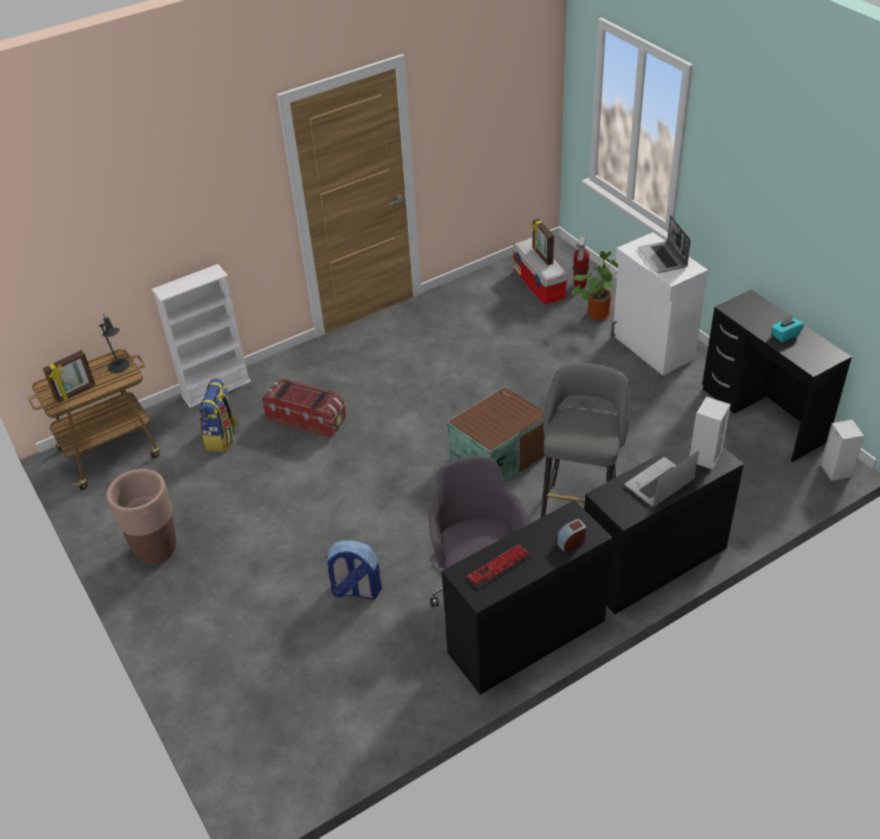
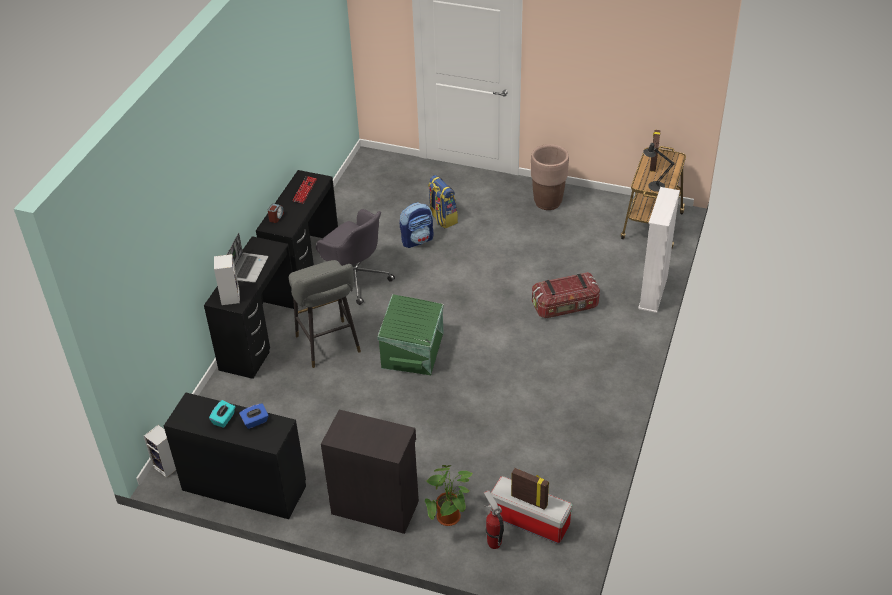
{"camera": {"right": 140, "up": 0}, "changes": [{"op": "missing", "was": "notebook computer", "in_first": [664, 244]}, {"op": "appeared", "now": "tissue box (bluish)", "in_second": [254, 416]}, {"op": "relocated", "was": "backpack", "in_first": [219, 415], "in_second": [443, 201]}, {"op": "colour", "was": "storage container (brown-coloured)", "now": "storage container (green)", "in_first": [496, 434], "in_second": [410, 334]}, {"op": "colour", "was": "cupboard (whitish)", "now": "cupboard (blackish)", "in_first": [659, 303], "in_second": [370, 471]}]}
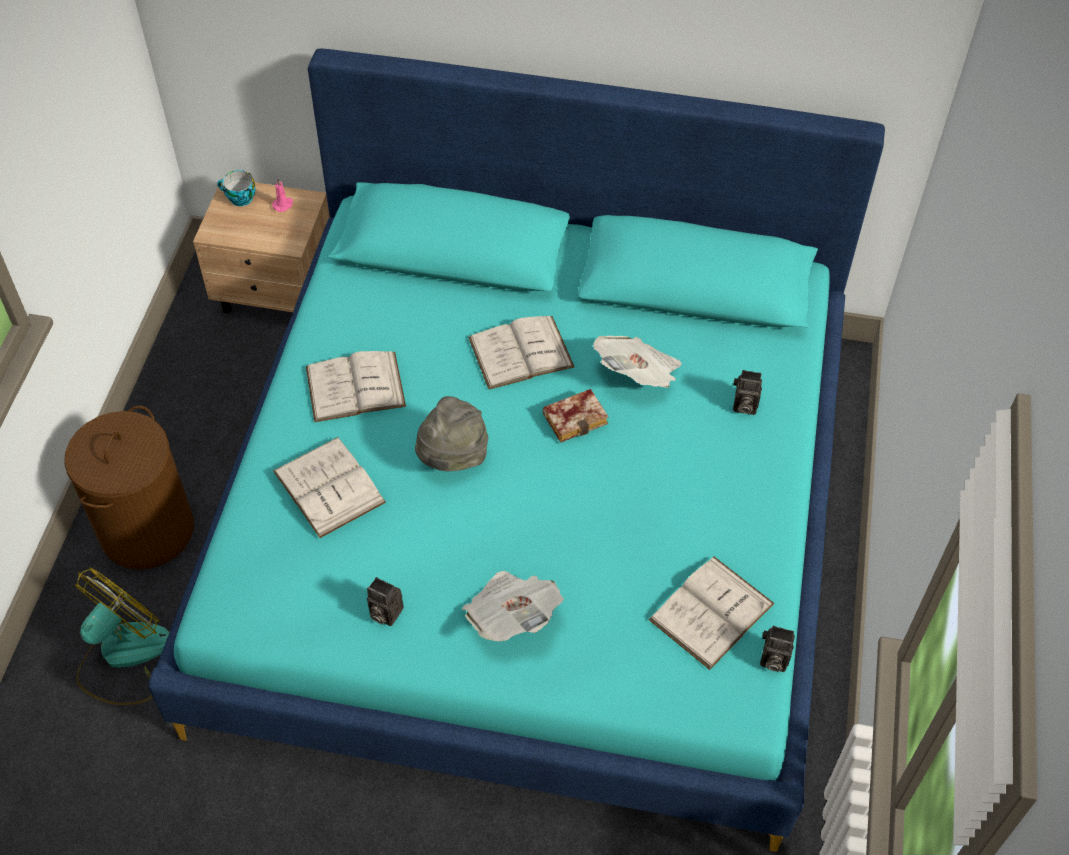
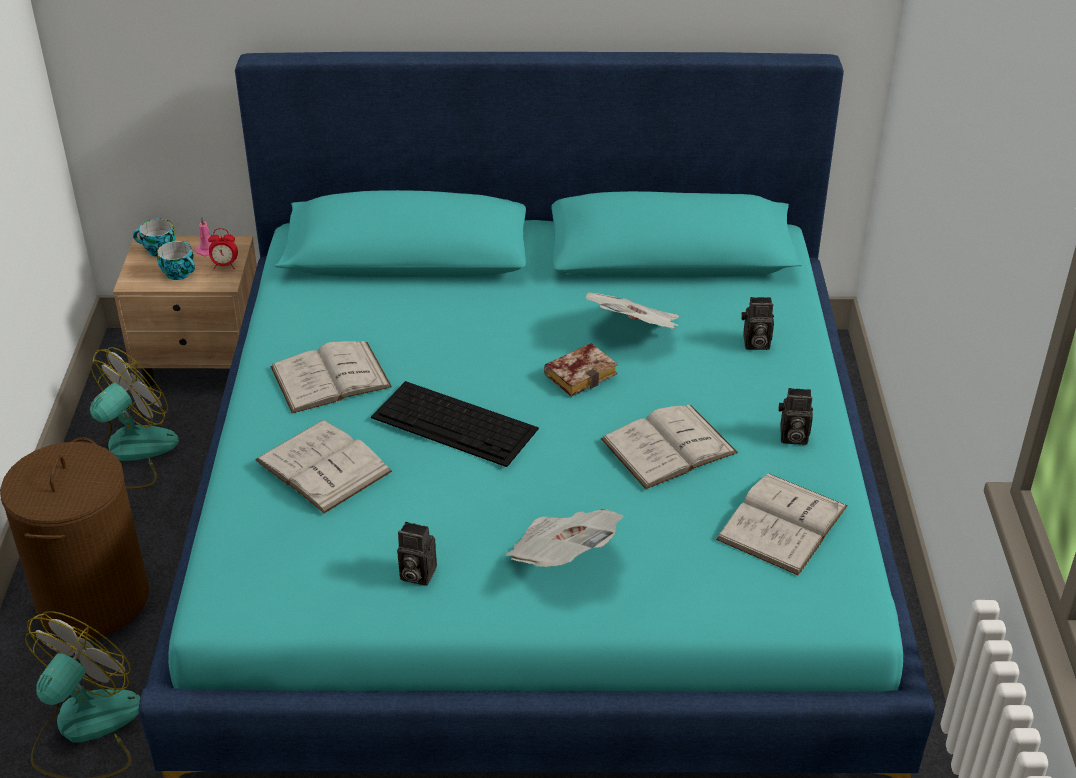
{"camera": {"right": -10, "up": -15}, "changes": [{"op": "appeared", "now": "electric fan", "in_second": [134, 418]}, {"op": "appeared", "now": "small cup", "in_second": [176, 260]}, {"op": "appeared", "now": "bedside clock", "in_second": [223, 248]}, {"op": "relocated", "was": "bound book (whitish)", "in_first": [521, 352], "in_second": [669, 446]}, {"op": "relocated", "was": "photo camera", "in_first": [777, 649], "in_second": [795, 416]}, {"op": "exchanged", "was": "clothing hat (grey)", "now": "computer keyboard", "in_first": [451, 433], "in_second": [455, 424]}]}
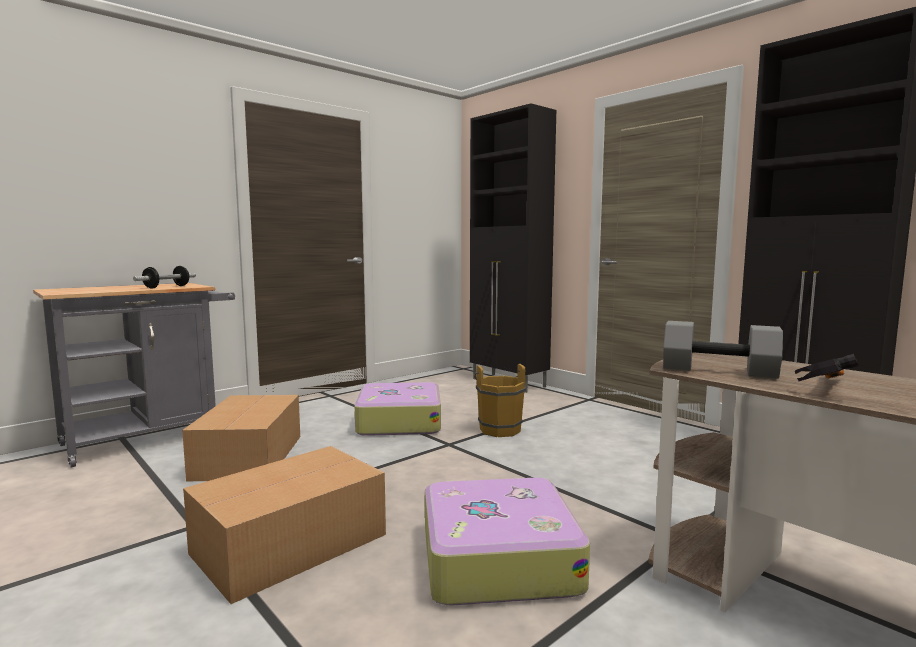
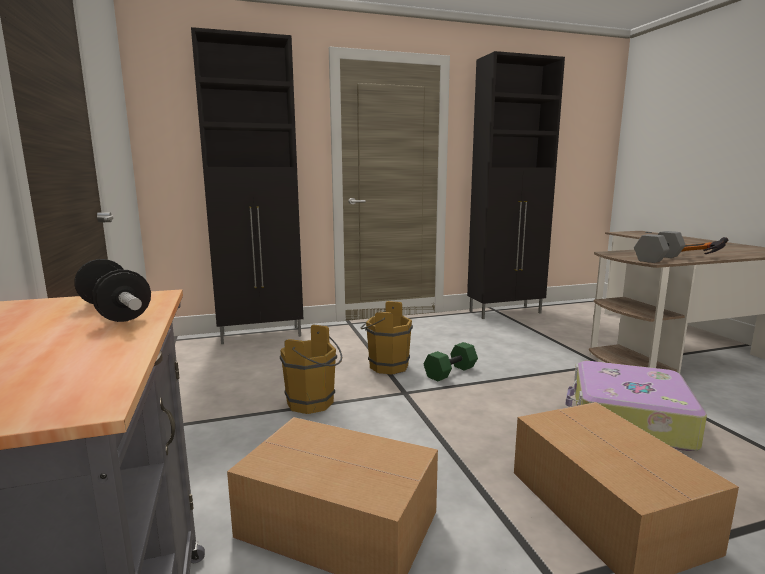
{"camera": {"right": -65, "up": 5}, "changes": [{"op": "appeared", "now": "hand weight (green)", "in_second": [451, 361]}, {"op": "exchanged", "was": "travel case", "now": "bucket (brown-coloured)", "in_first": [398, 409], "in_second": [311, 369]}]}
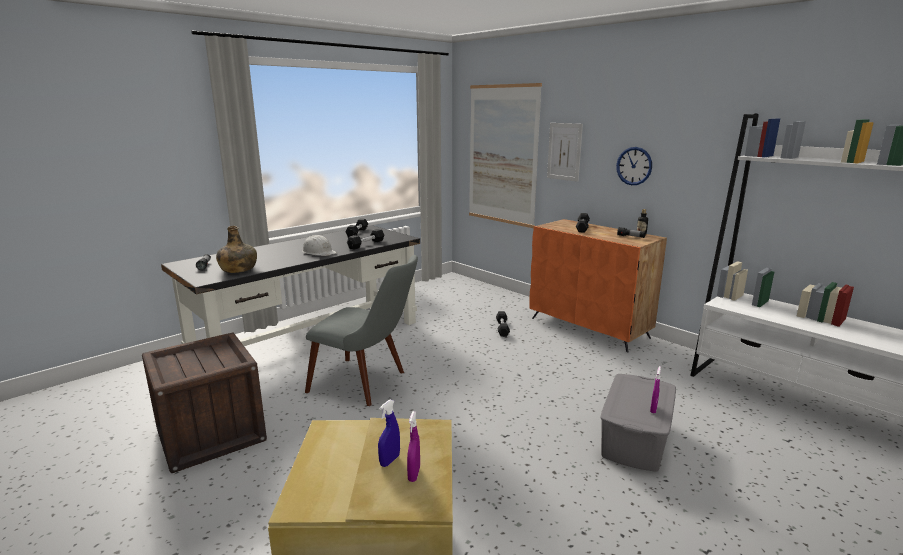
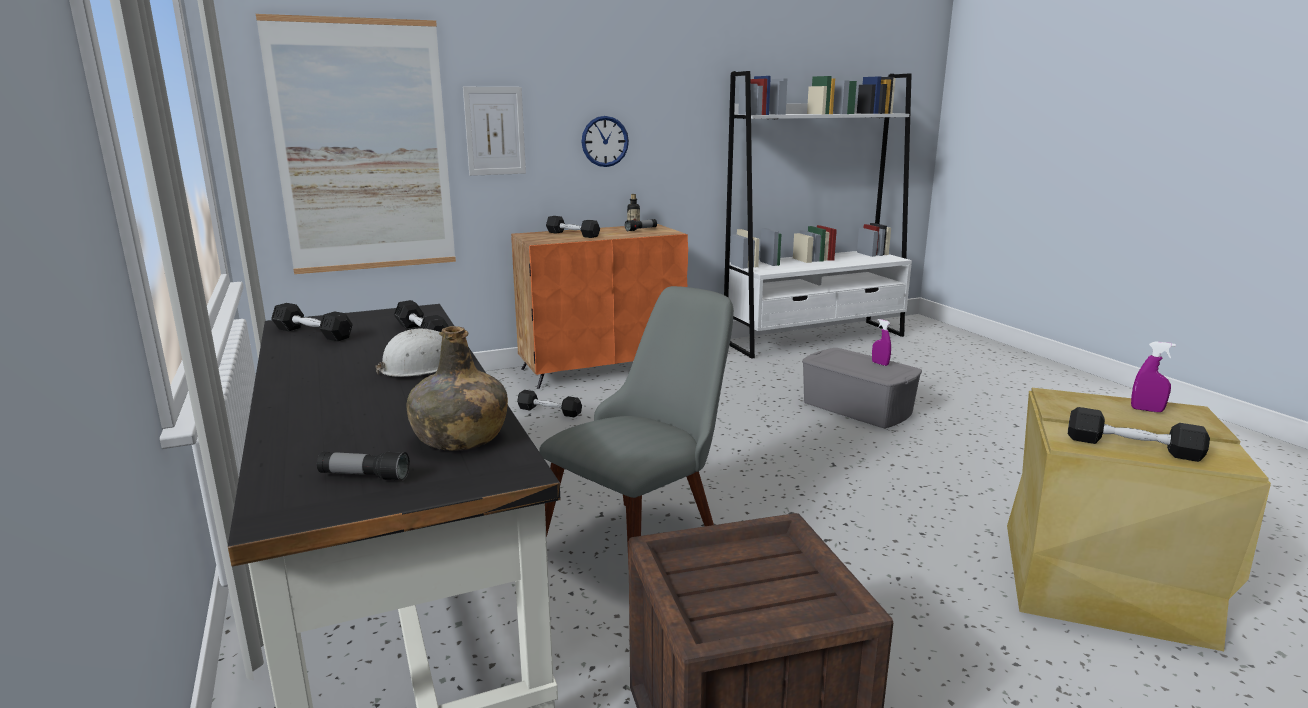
{"camera": {"right": -70, "up": 0}, "changes": [{"op": "missing", "was": "sprayer (bluish)", "in_first": [389, 433]}, {"op": "appeared", "now": "hand weight (blackish)", "in_second": [1139, 434]}]}
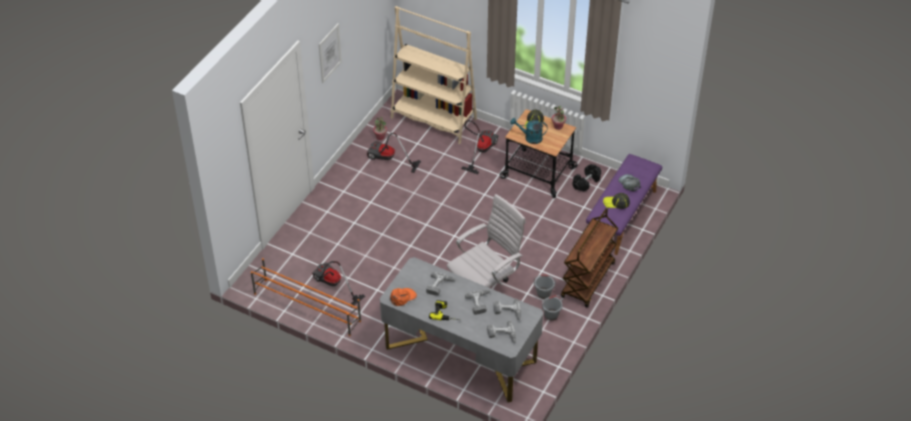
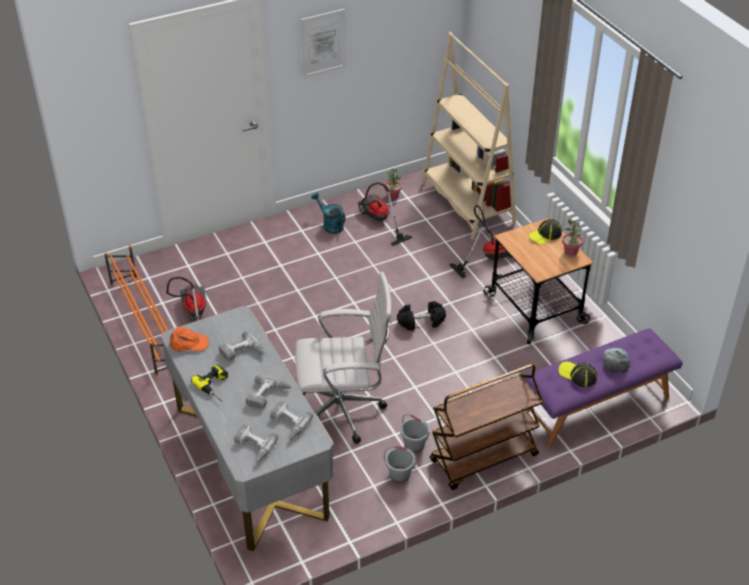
{"camera": {"right": 35, "up": -5}, "changes": [{"op": "relocated", "was": "watering can (turquoise)", "in_first": [529, 131], "in_second": [328, 213]}, {"op": "relocated", "was": "hand weight (blackish)", "in_first": [587, 177], "in_second": [421, 316]}]}
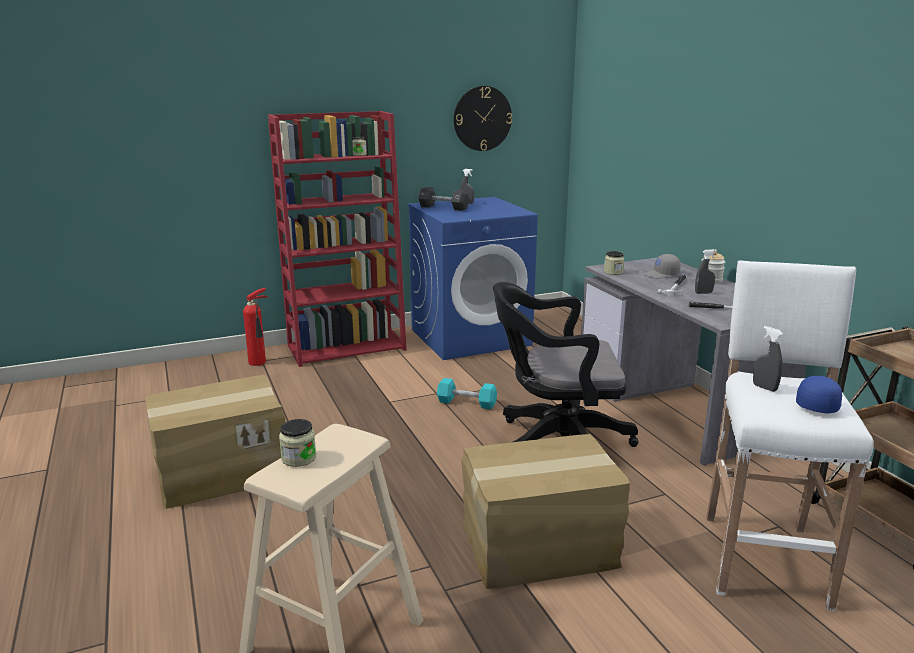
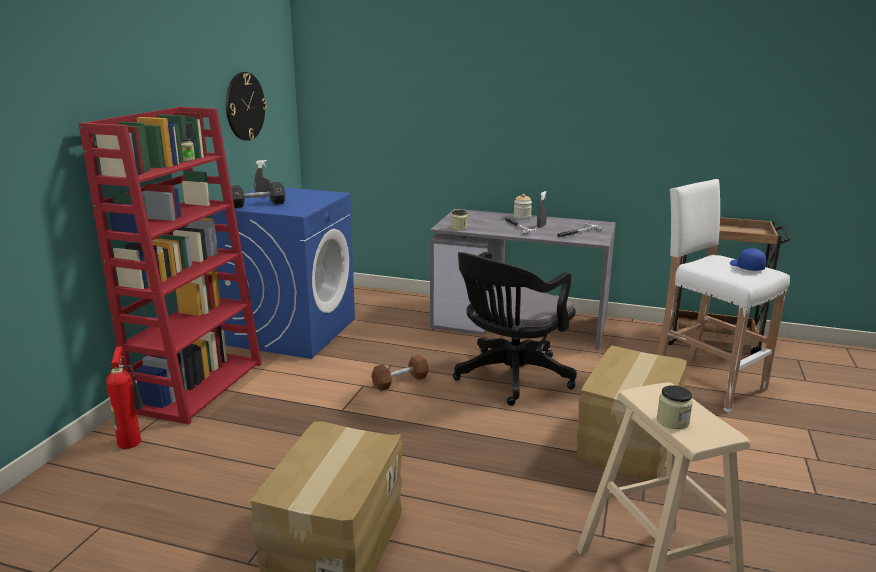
{"camera": {"right": -50, "up": 0}, "changes": [{"op": "missing", "was": "peaked cap (grey)", "in_first": [662, 266]}, {"op": "missing", "was": "sprayer (grey)", "in_first": [768, 359]}, {"op": "colour", "was": "hand weight (turquoise)", "now": "hand weight (brown-coloured)", "in_first": [467, 394], "in_second": [400, 373]}]}
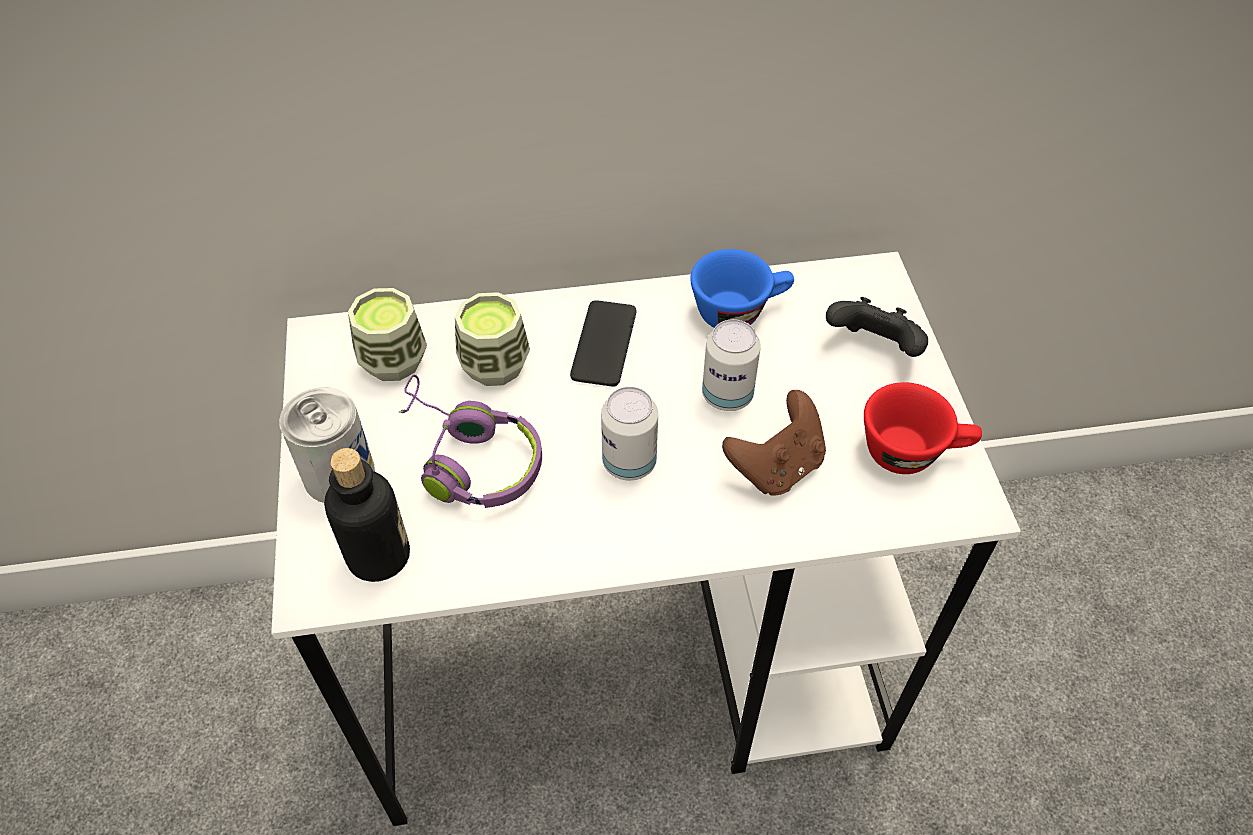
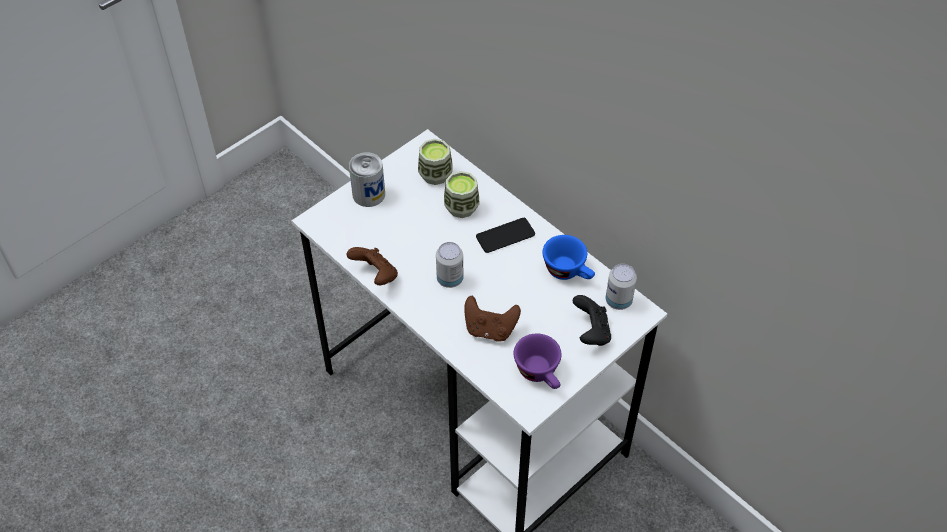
{"camera": {"right": 55, "up": 0}, "changes": [{"op": "missing", "was": "bottle", "in_first": [367, 515]}, {"op": "missing", "was": "pair of headphones (purple)", "in_first": [470, 441]}, {"op": "appeared", "now": "game controller (brown-coloured)", "in_second": [372, 266]}, {"op": "relocated", "was": "sealed can", "in_first": [731, 365], "in_second": [621, 287]}, {"op": "colour", "was": "small cup (red-coloured)", "now": "small cup (purple)", "in_first": [923, 428], "in_second": [538, 361]}]}
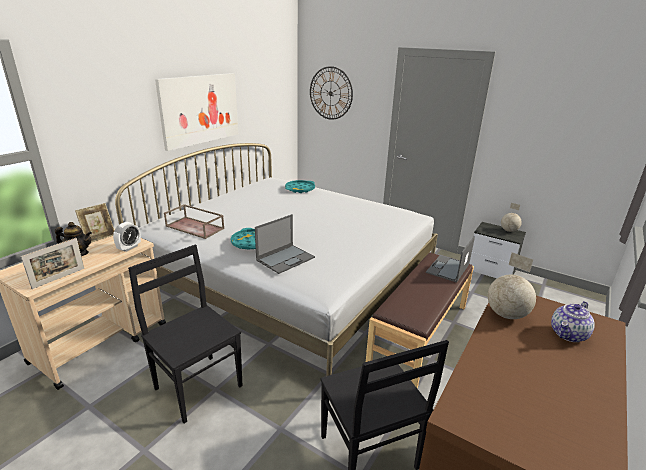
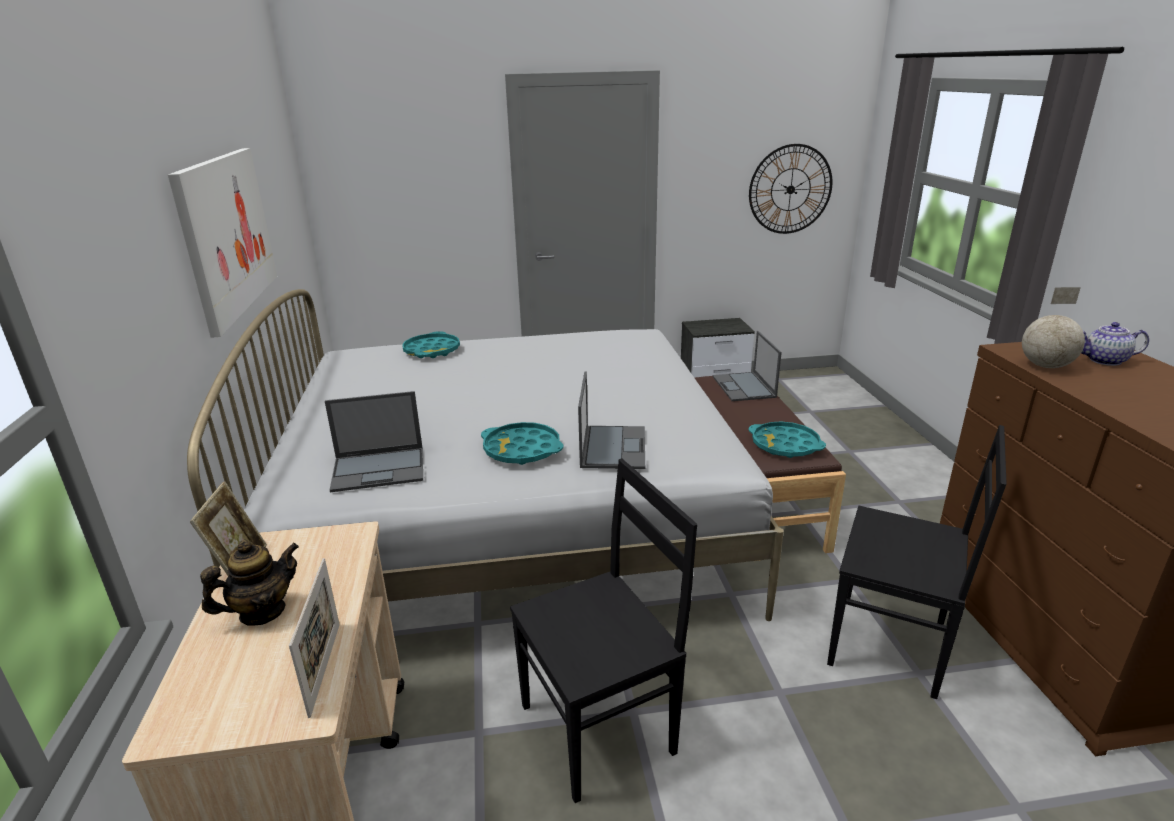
{"camera": {"right": -40, "up": 0}, "changes": [{"op": "missing", "was": "bedside clock", "in_first": [127, 237]}, {"op": "missing", "was": "desk globe", "in_first": [511, 217]}, {"op": "appeared", "now": "tray (turquoise)", "in_second": [787, 439]}, {"op": "relocated", "was": "wall clock", "in_first": [331, 93], "in_second": [790, 189]}, {"op": "exchanged", "was": "tray (brown-coloured)", "now": "notebook computer", "in_first": [194, 221], "in_second": [374, 441]}, {"op": "spun", "was": "chair (blackish)", "in_first": [185, 334], "in_second": [603, 631], "clockwise": 150}, {"op": "spun", "was": "teapot", "in_first": [573, 321], "in_second": [1115, 344], "clockwise": 90}]}
